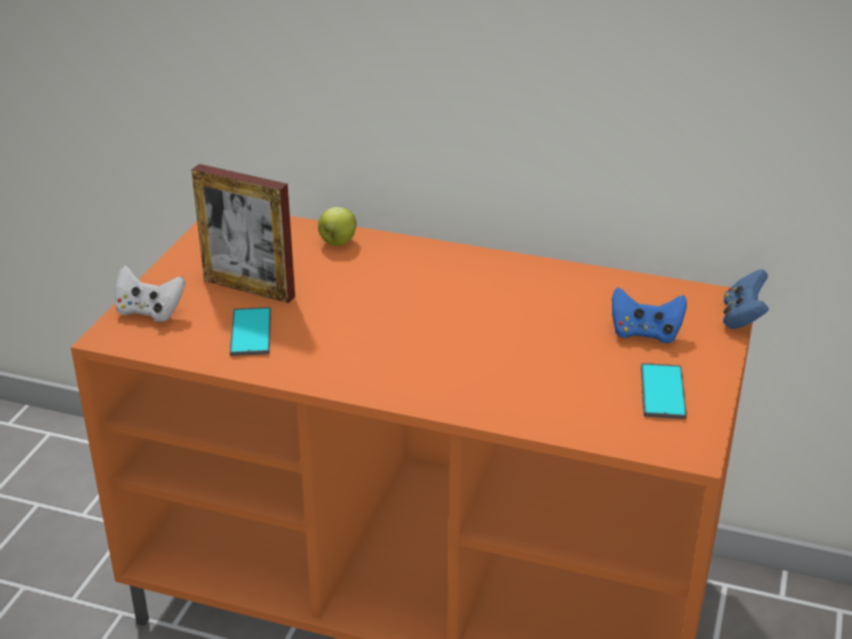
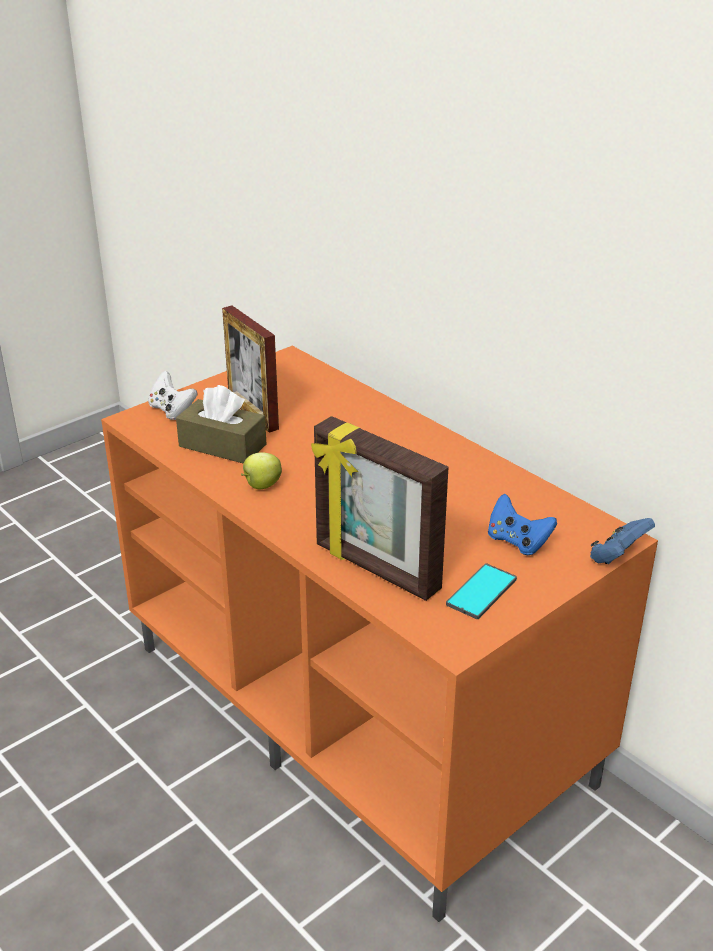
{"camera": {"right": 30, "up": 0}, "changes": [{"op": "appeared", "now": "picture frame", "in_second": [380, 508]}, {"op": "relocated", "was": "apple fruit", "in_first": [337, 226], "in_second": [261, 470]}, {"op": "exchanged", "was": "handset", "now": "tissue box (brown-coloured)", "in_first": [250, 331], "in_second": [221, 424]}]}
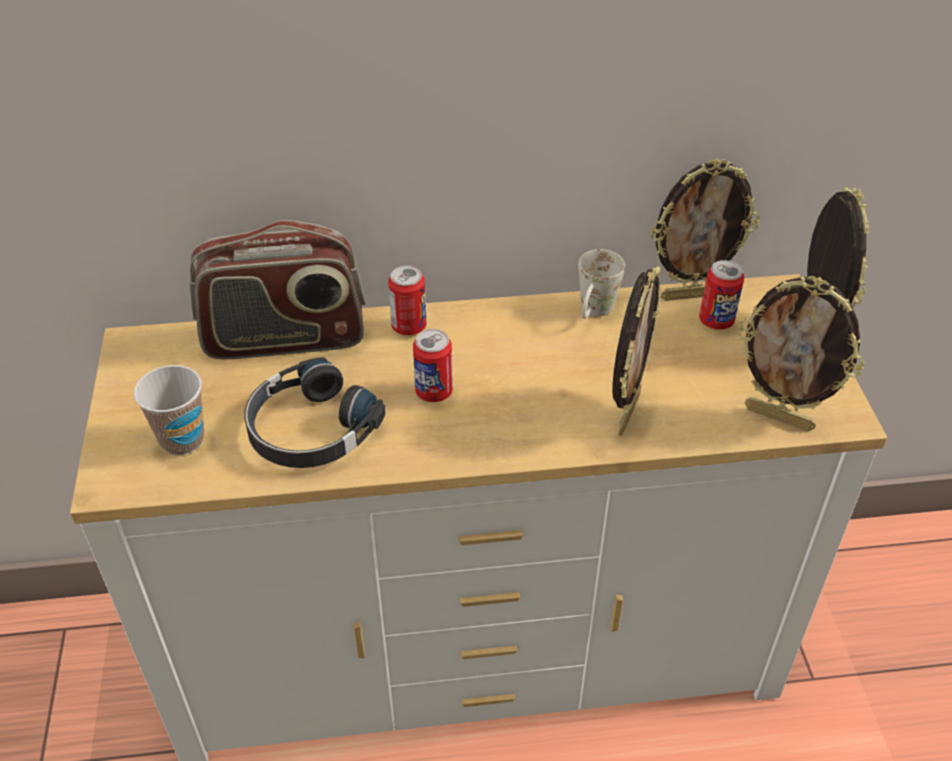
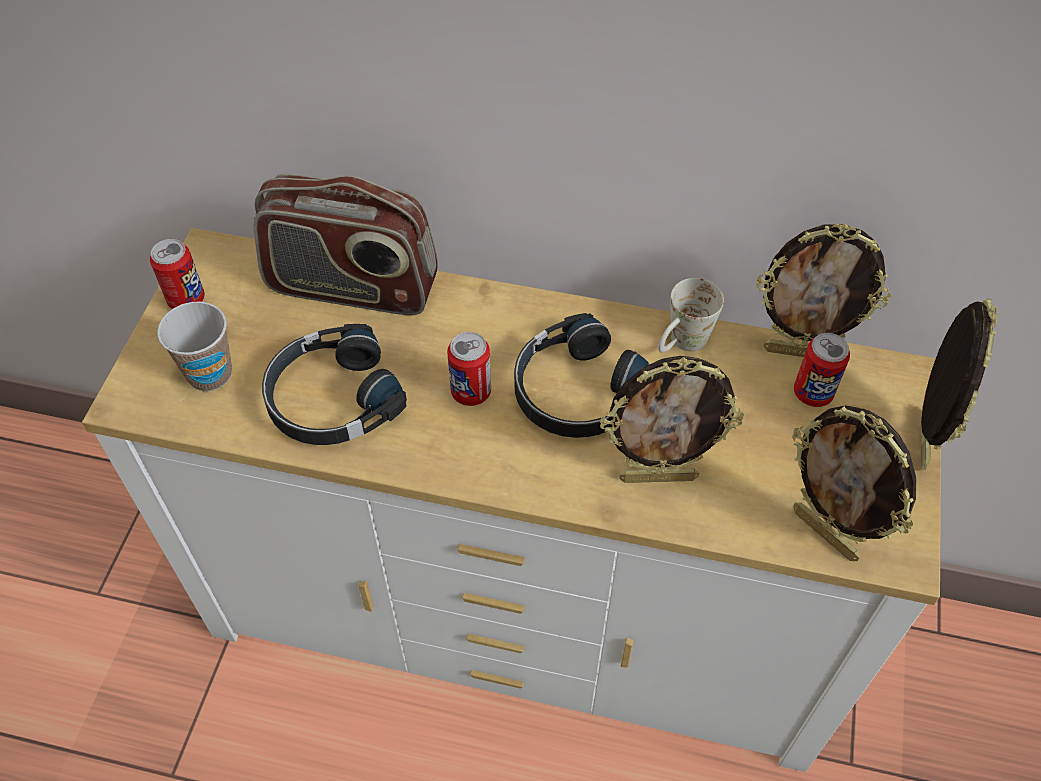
{"camera": {"right": 20, "up": 10}, "changes": [{"op": "appeared", "now": "pair of headphones (blackish)", "in_second": [581, 375]}, {"op": "relocated", "was": "sealed can", "in_first": [407, 300], "in_second": [177, 274]}, {"op": "spun", "was": "picture frame", "in_first": [636, 350], "in_second": [672, 419], "clockwise": 45}]}
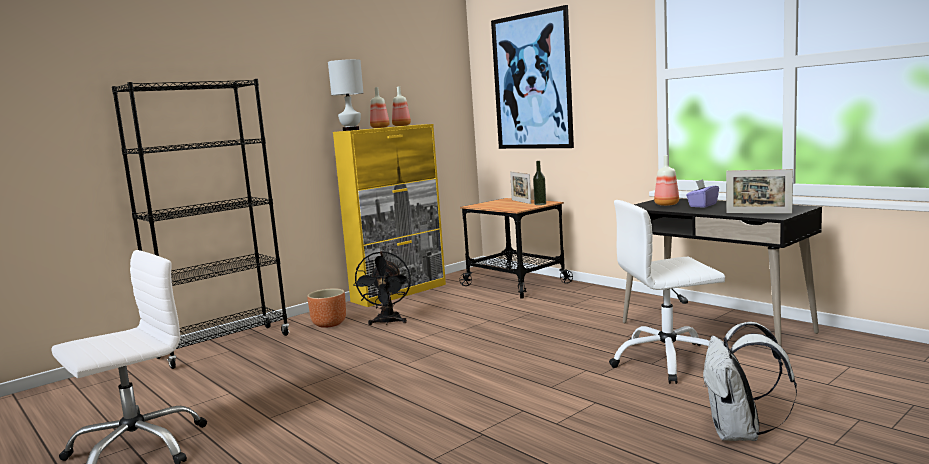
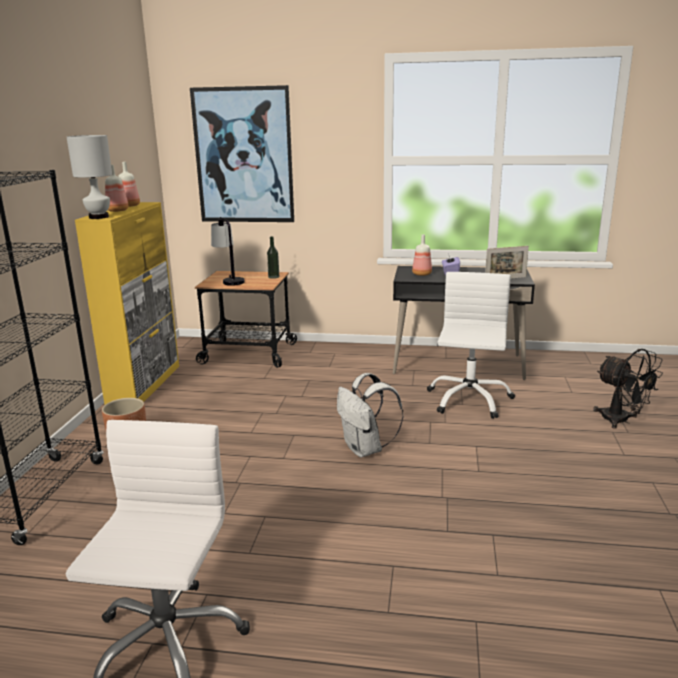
{"camera": {"right": -40, "up": 10}, "changes": [{"op": "missing", "was": "picture frame", "in_first": [520, 187]}, {"op": "appeared", "now": "tabletop lamp", "in_second": [228, 251]}, {"op": "relocated", "was": "electric fan (blackish)", "in_first": [382, 288], "in_second": [628, 389]}, {"op": "relocated", "was": "backpack (whitish)", "in_first": [750, 381], "in_second": [370, 415]}, {"op": "spun", "was": "office chair (whitish)", "in_first": [667, 292], "in_second": [471, 345], "clockwise": 150}]}
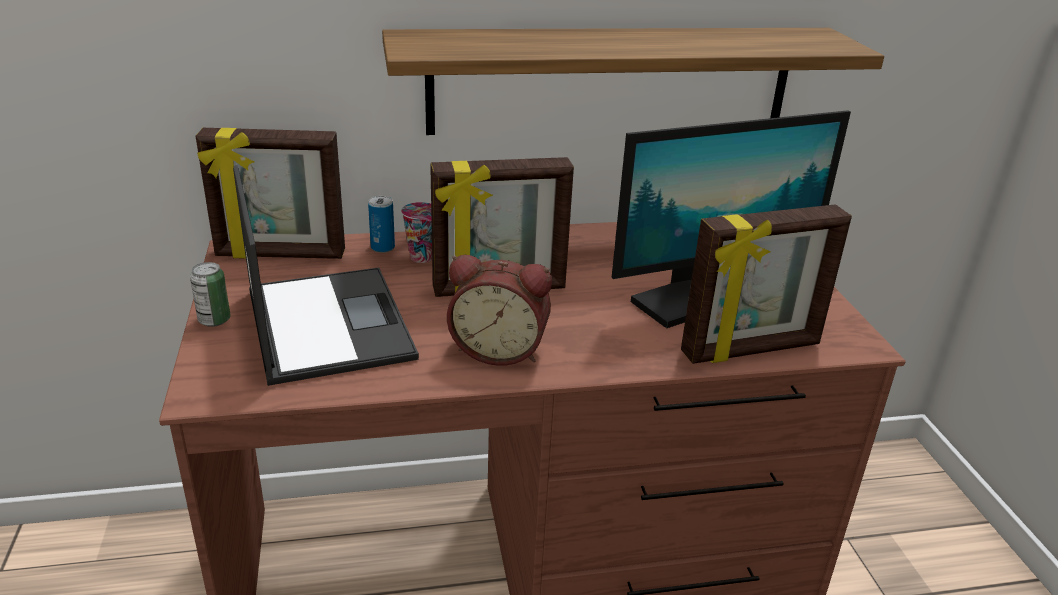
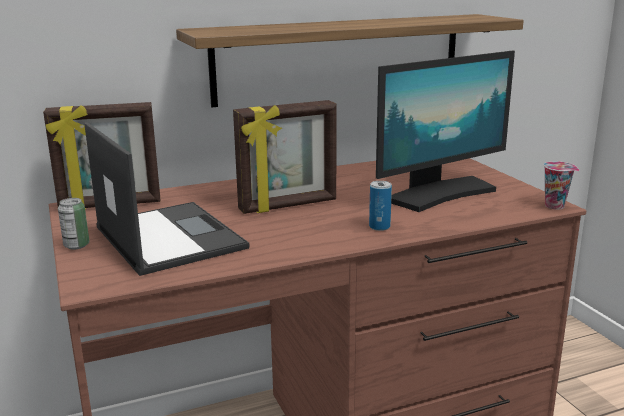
{"camera": {"right": -10, "up": -10}, "changes": [{"op": "missing", "was": "bedside clock", "in_first": [499, 310]}, {"op": "missing", "was": "picture frame", "in_first": [766, 284]}, {"op": "relocated", "was": "sealed can", "in_first": [381, 224], "in_second": [380, 206]}, {"op": "relocated", "was": "small cup", "in_first": [416, 232], "in_second": [561, 185]}]}
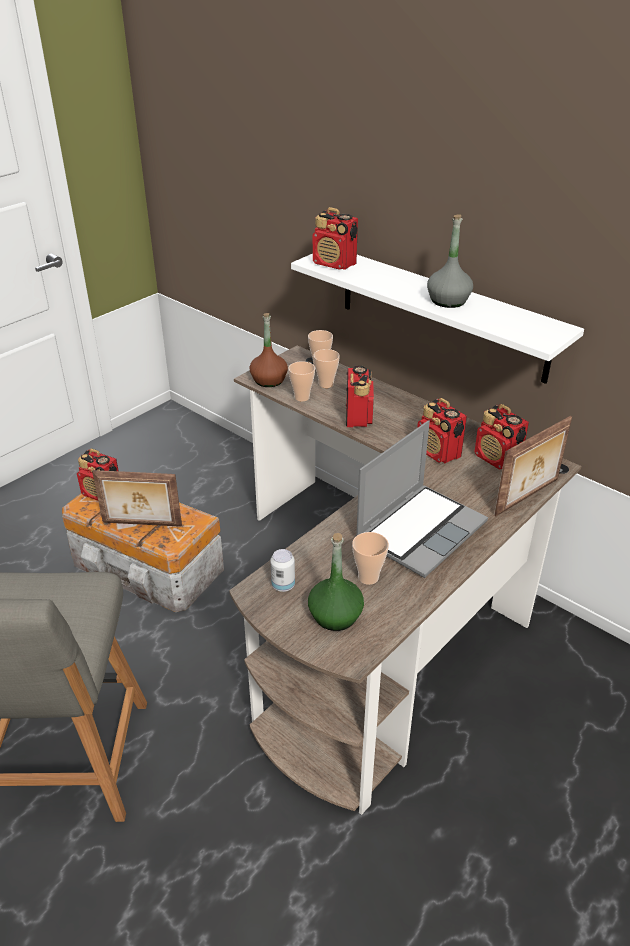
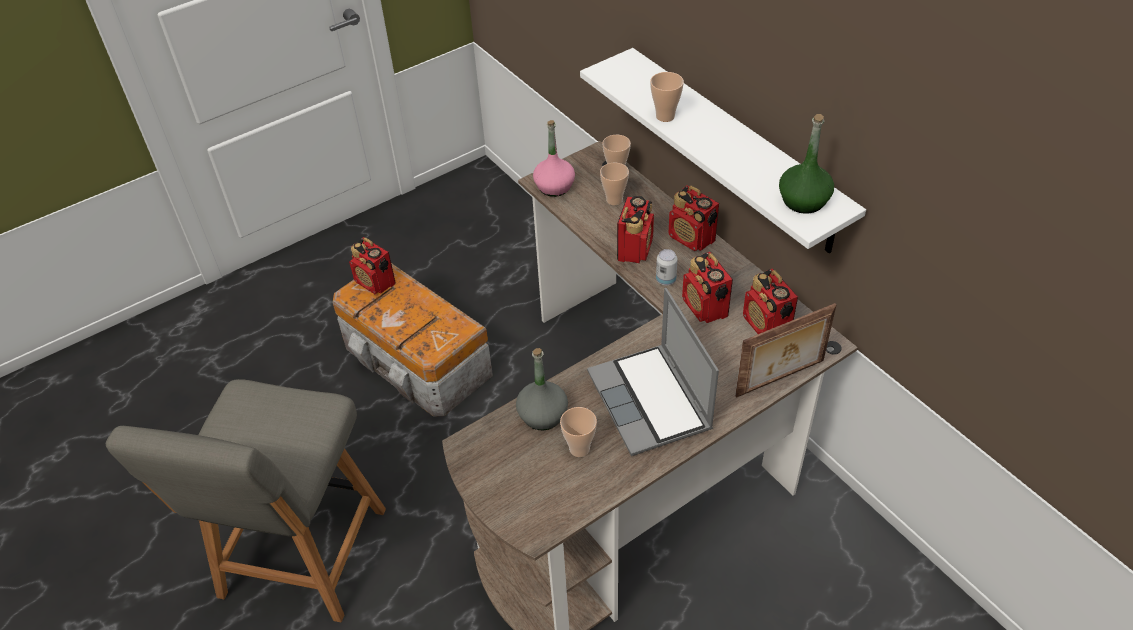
{"camera": {"right": 15, "up": 10}, "changes": [{"op": "missing", "was": "picture frame", "in_first": [137, 498]}, {"op": "relocated", "was": "sealed can", "in_first": [282, 570], "in_second": [667, 267]}, {"op": "relocated", "was": "small cup", "in_first": [301, 381], "in_second": [667, 97]}, {"op": "relocated", "was": "bottle (green)", "in_first": [336, 582], "in_second": [806, 164]}, {"op": "relocated", "was": "radio receiver", "in_first": [335, 238], "in_second": [694, 218]}, {"op": "relocated", "was": "bottle (grey)", "in_first": [450, 261], "in_second": [542, 389]}, {"op": "colour", "was": "bottle (brown-coloured)", "now": "bottle (pinkish)", "in_first": [268, 350], "in_second": [554, 158]}, {"op": "spun", "was": "notebook computer", "in_first": [422, 499], "in_second": [653, 372], "clockwise": 105}]}
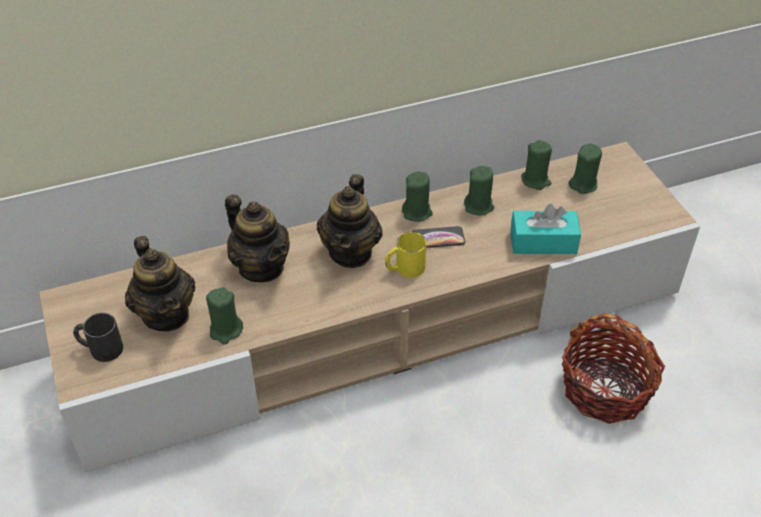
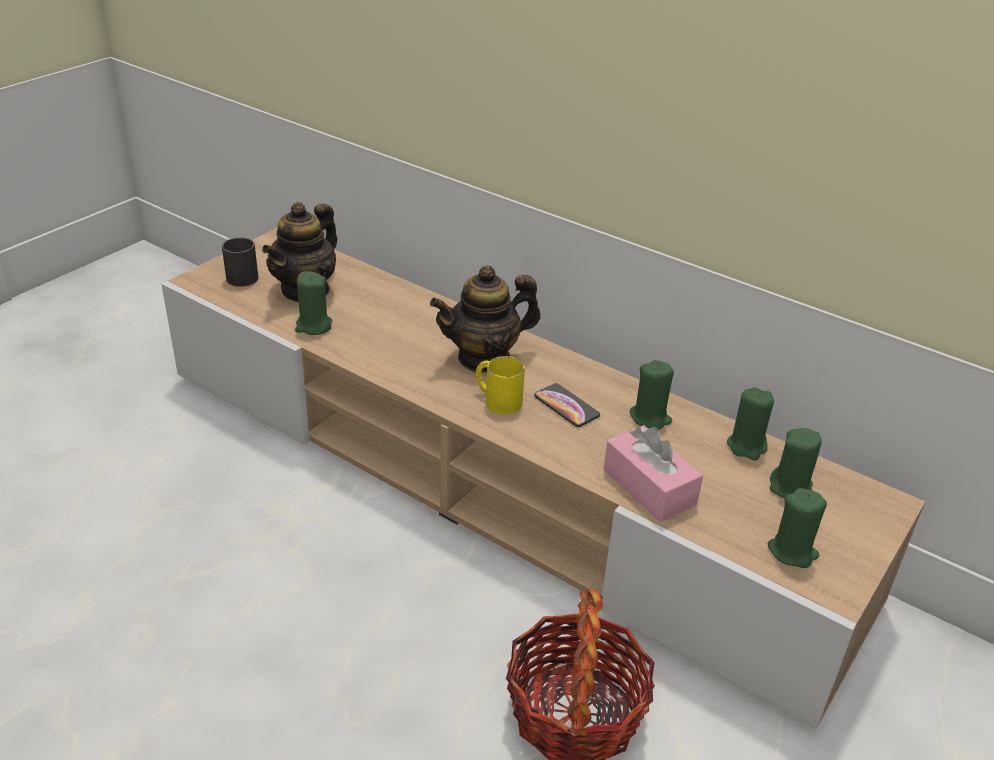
{"camera": {"right": 55, "up": -10}, "changes": [{"op": "missing", "was": "teapot", "in_first": [257, 238]}, {"op": "relocated", "was": "candle (green)", "in_first": [417, 197], "in_second": [797, 528]}, {"op": "colour", "was": "tissue box (turquoise)", "now": "tissue box (pinkish)", "in_first": [545, 229], "in_second": [653, 473]}]}
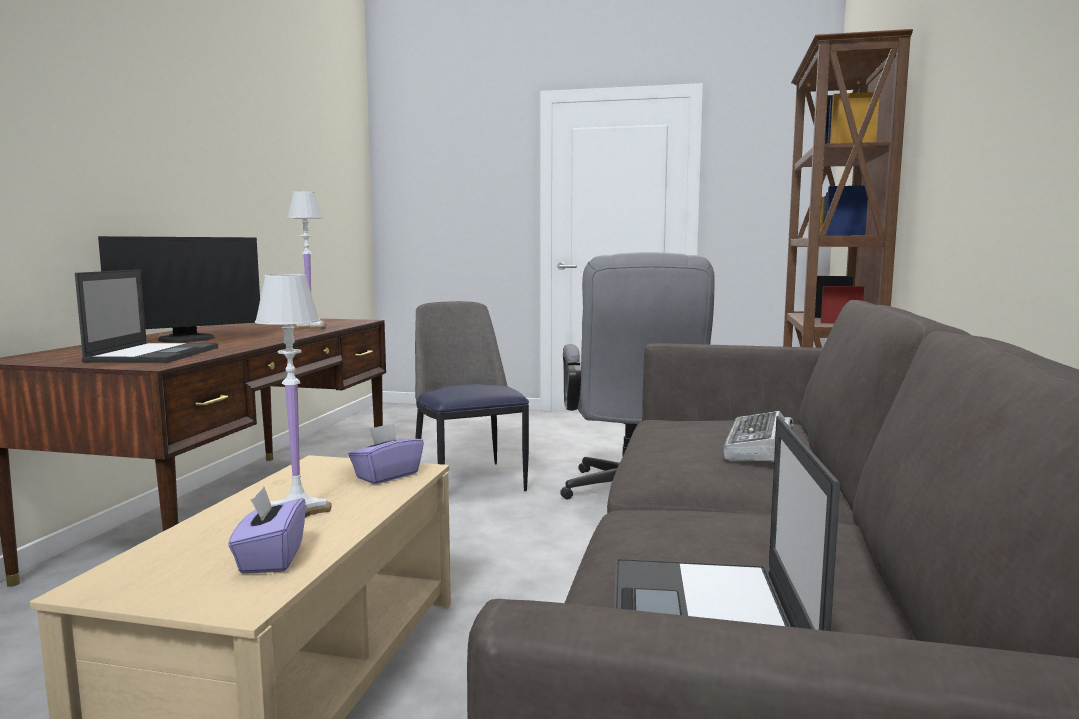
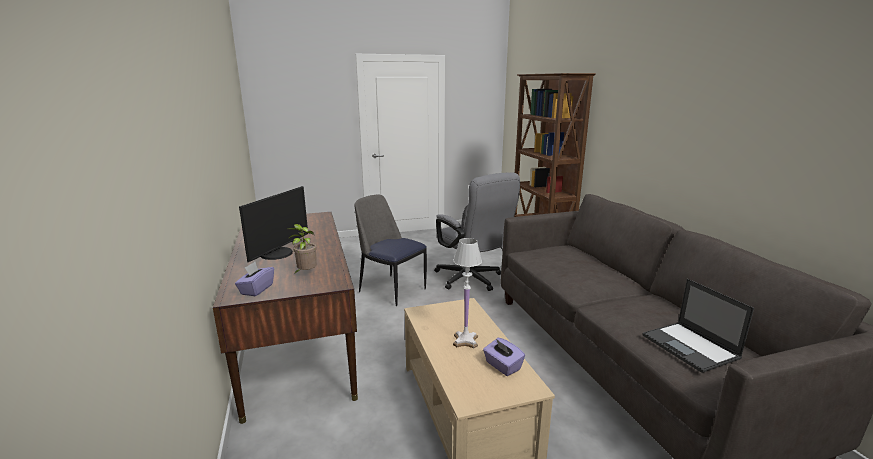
{"camera": {"right": -30, "up": 10}, "changes": [{"op": "missing", "was": "tabletop lamp (whitish)", "in_first": [307, 260]}, {"op": "missing", "was": "computer keyboard", "in_first": [758, 436]}, {"op": "relocated", "was": "tissue box (purple)", "in_first": [386, 453], "in_second": [254, 279]}, {"op": "exchanged", "was": "notebook computer", "now": "plant in a pot", "in_first": [146, 316], "in_second": [302, 249]}]}
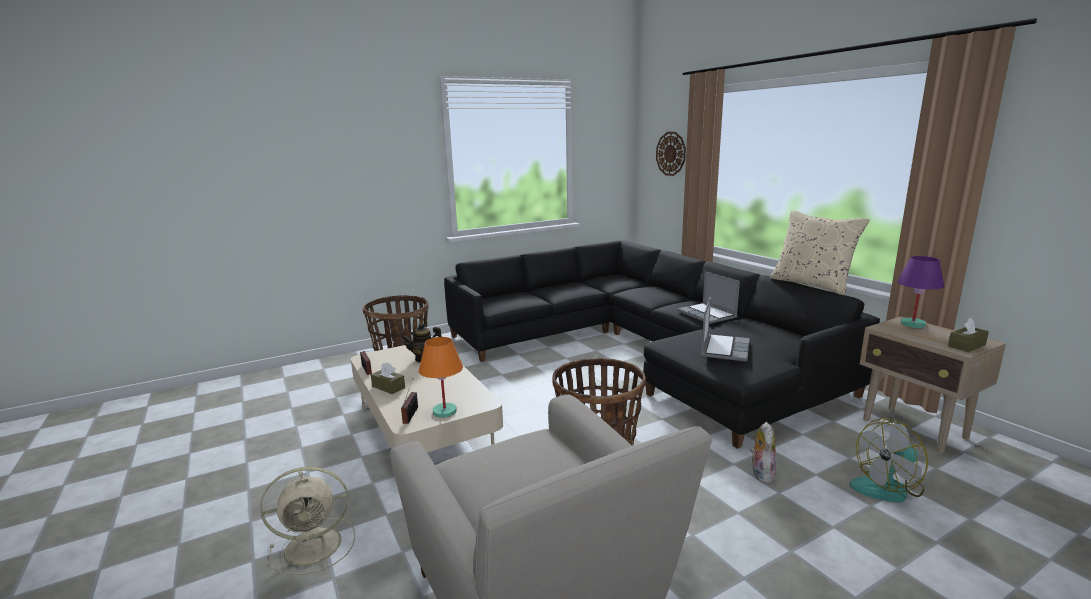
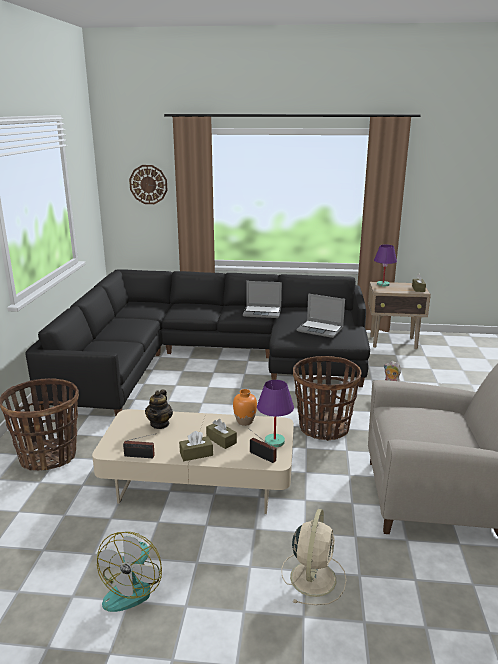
{"camera": {"right": -55, "up": 5}, "changes": [{"op": "missing", "was": "pillow (sand-coloured)", "in_first": [820, 253]}, {"op": "appeared", "now": "tissue box (brown-coloured)", "in_second": [221, 434]}, {"op": "appeared", "now": "vase (orange)", "in_second": [245, 407]}, {"op": "relocated", "was": "electric fan", "in_first": [888, 460], "in_second": [129, 572]}, {"op": "colour", "was": "tabletop lamp (orange)", "now": "tabletop lamp (purple)", "in_first": [441, 377], "in_second": [275, 414]}, {"op": "spun", "was": "notebook computer", "in_first": [725, 329], "in_second": [321, 315], "clockwise": 150}]}
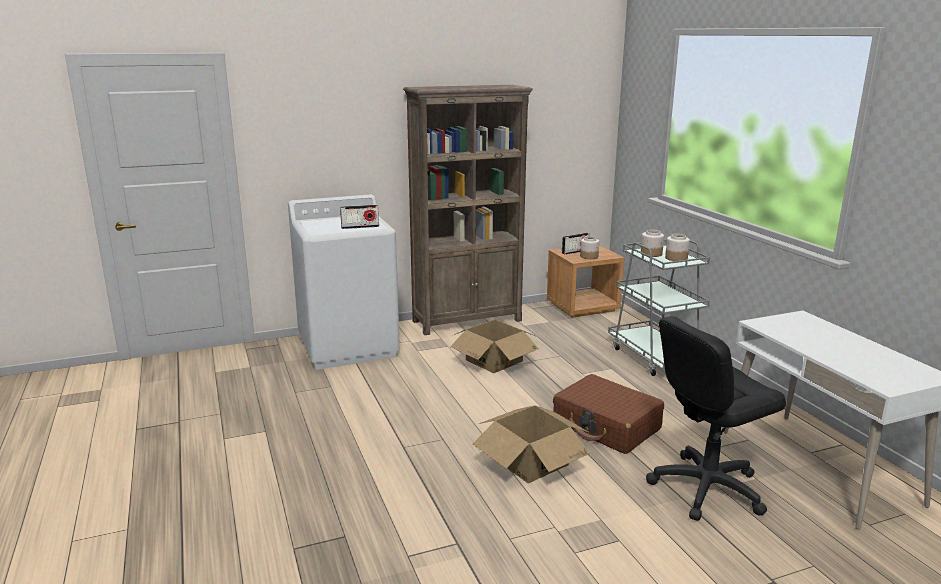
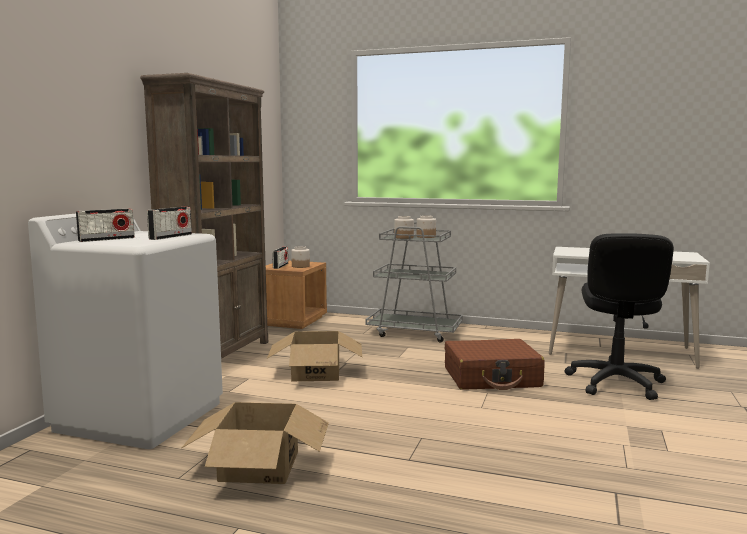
{"camera": {"right": -50, "up": -10}, "changes": [{"op": "appeared", "now": "radio receiver", "in_second": [105, 225]}, {"op": "relocated", "was": "carton", "in_first": [531, 444], "in_second": [255, 443]}]}
